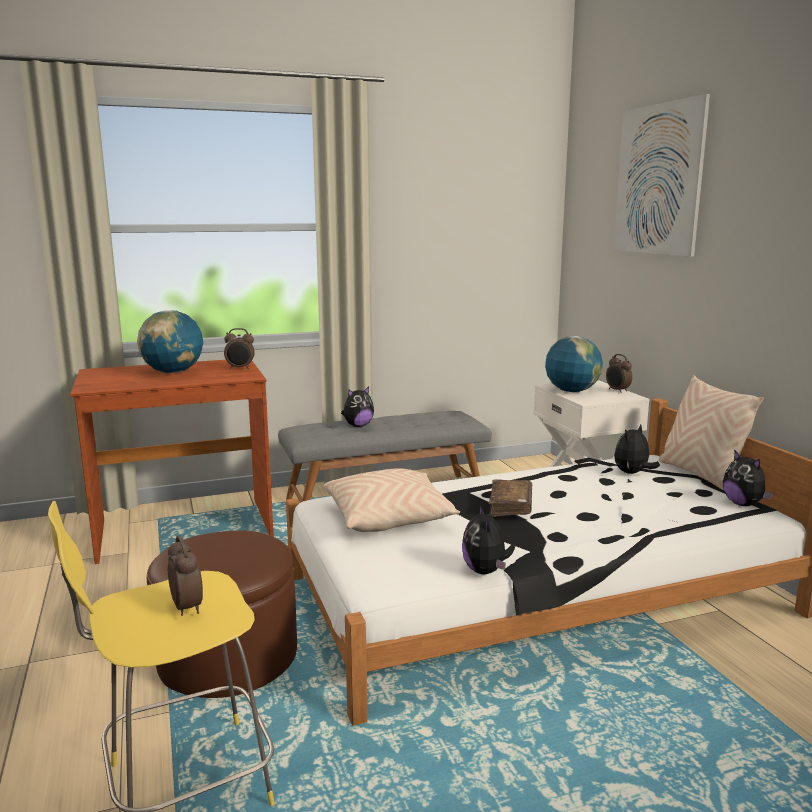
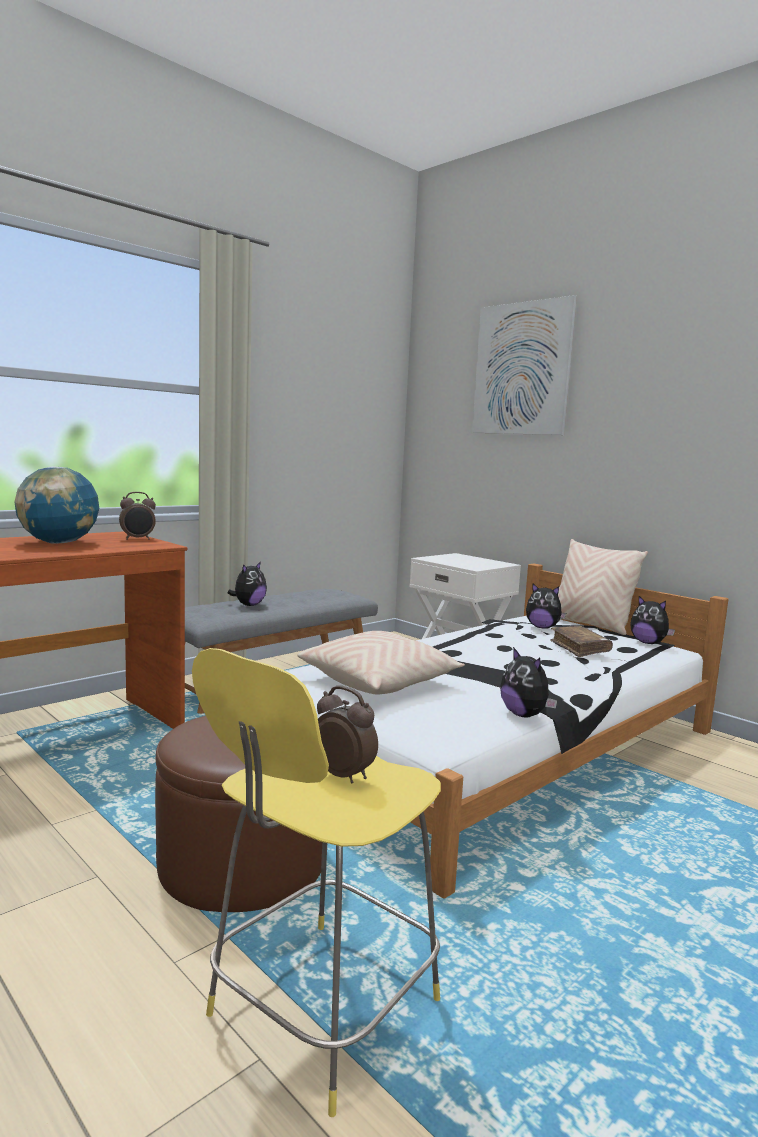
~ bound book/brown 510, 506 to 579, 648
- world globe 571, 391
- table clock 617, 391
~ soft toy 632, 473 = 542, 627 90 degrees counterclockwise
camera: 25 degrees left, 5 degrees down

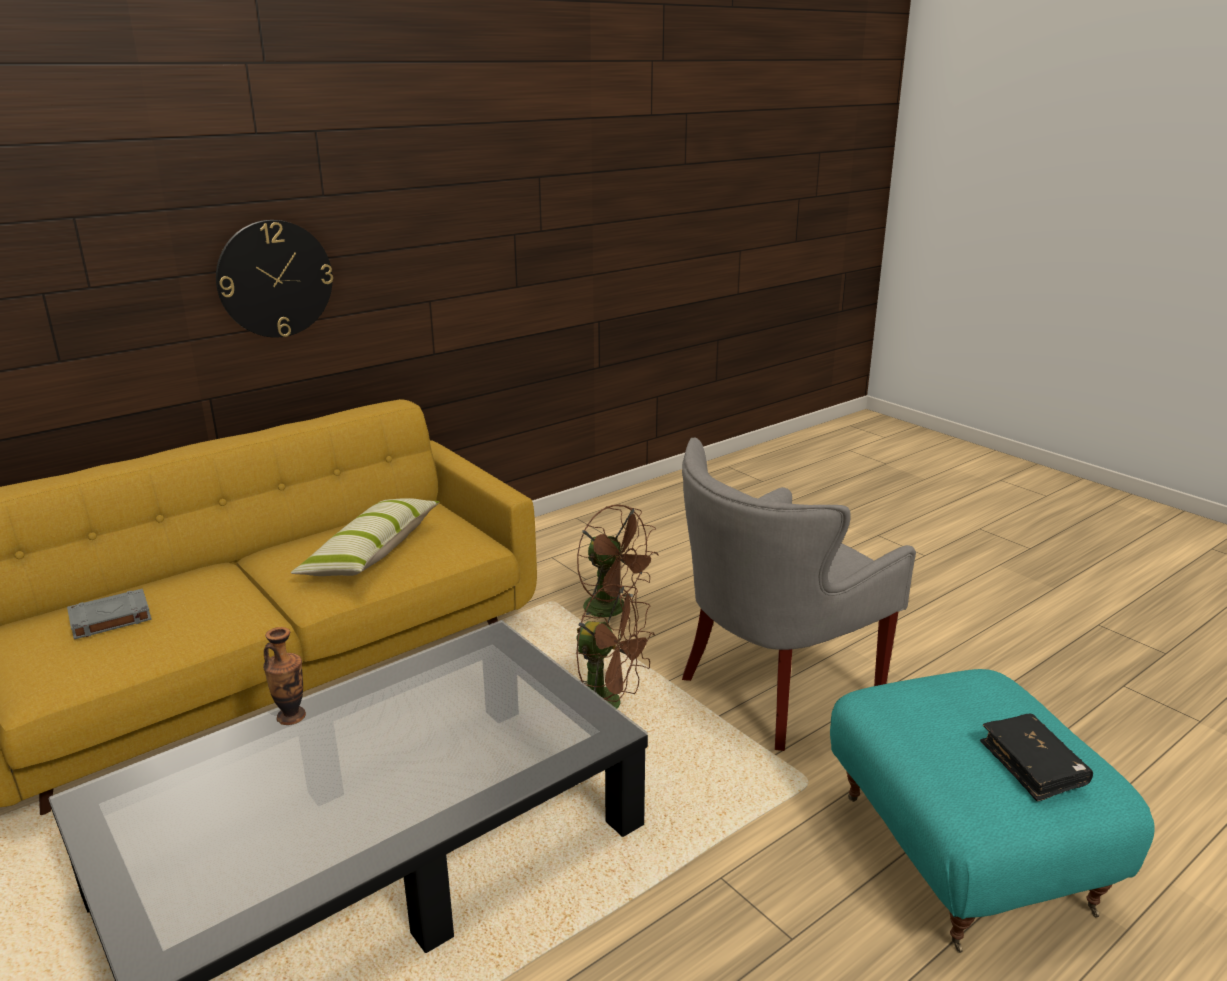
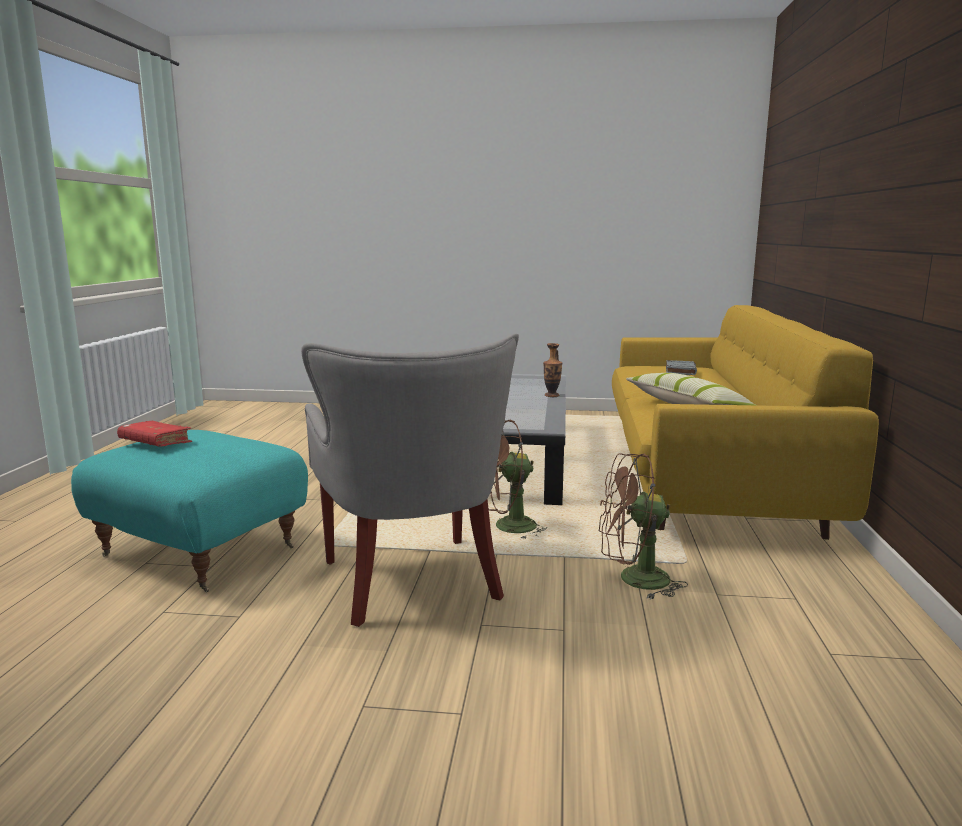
- clock on the wall 275, 279
~ easy chair/grey 774, 689 = 411, 583 150 degrees clockwise
~ bound book/black 1032, 765 to bound book/reddish 155, 443
camera: 135 degrees right, 10 degrees down

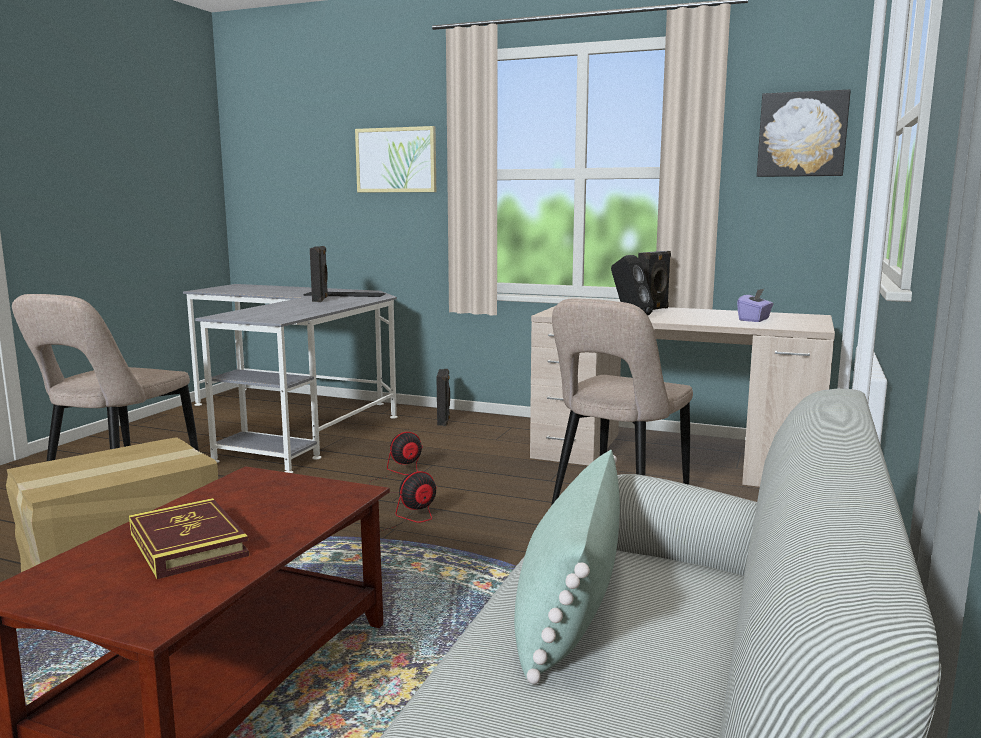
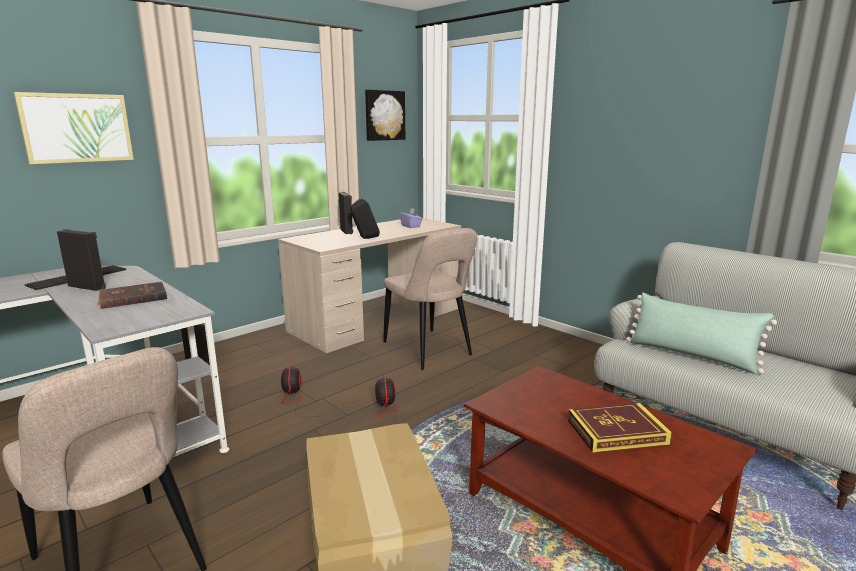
+ bound book/brown 132, 297
camera: 65 degrees left, 5 degrees up

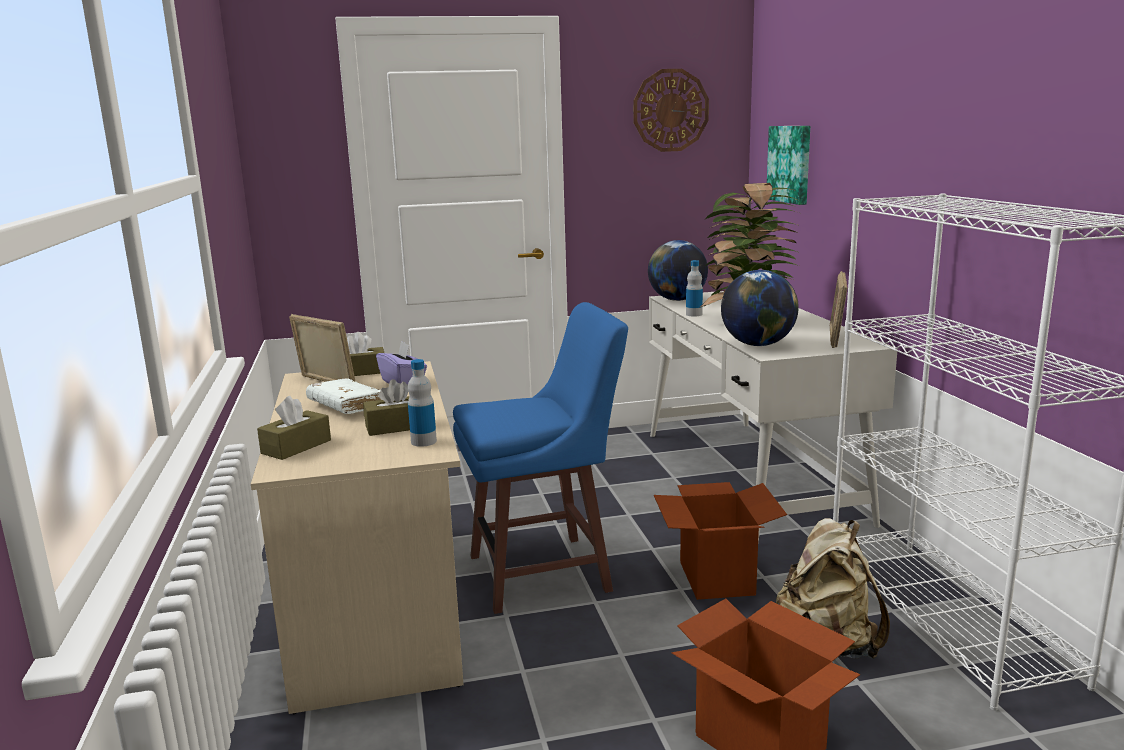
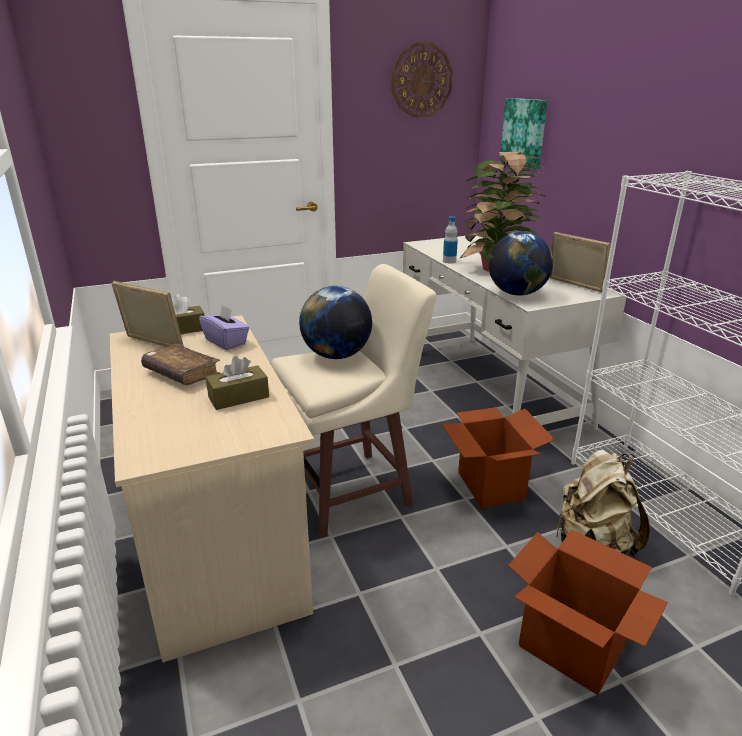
- tissue box/brown 296, 447
~ bound book/whitish 346, 407 to bound book/brown 182, 374
- bottle 423, 441
~ stool seat/blue-coloured 544, 573 to stool seat/beige-coloured 352, 491
~ world globe 677, 300 to 336, 355
~ photo frame 836, 338 = 574, 286 135 degrees clockwise
camera: 10 degrees left, 10 degrees up

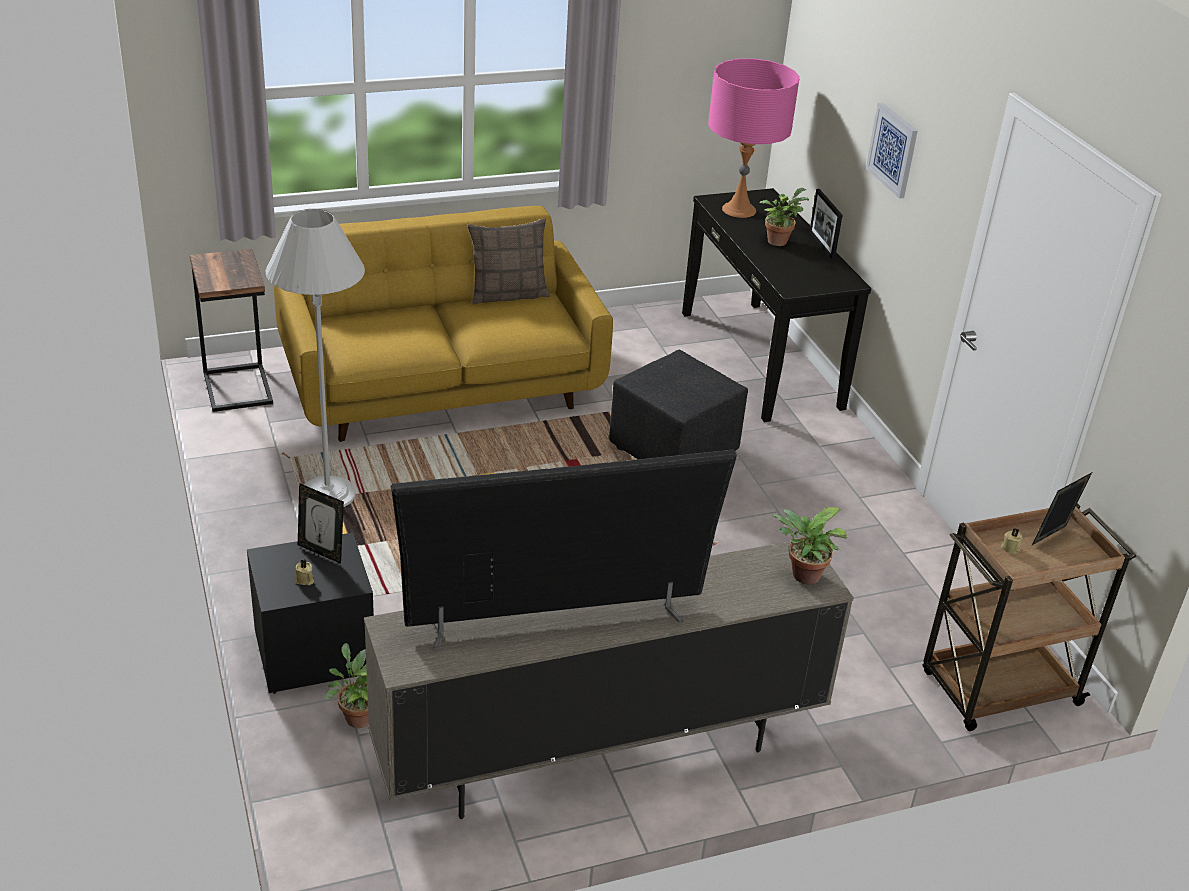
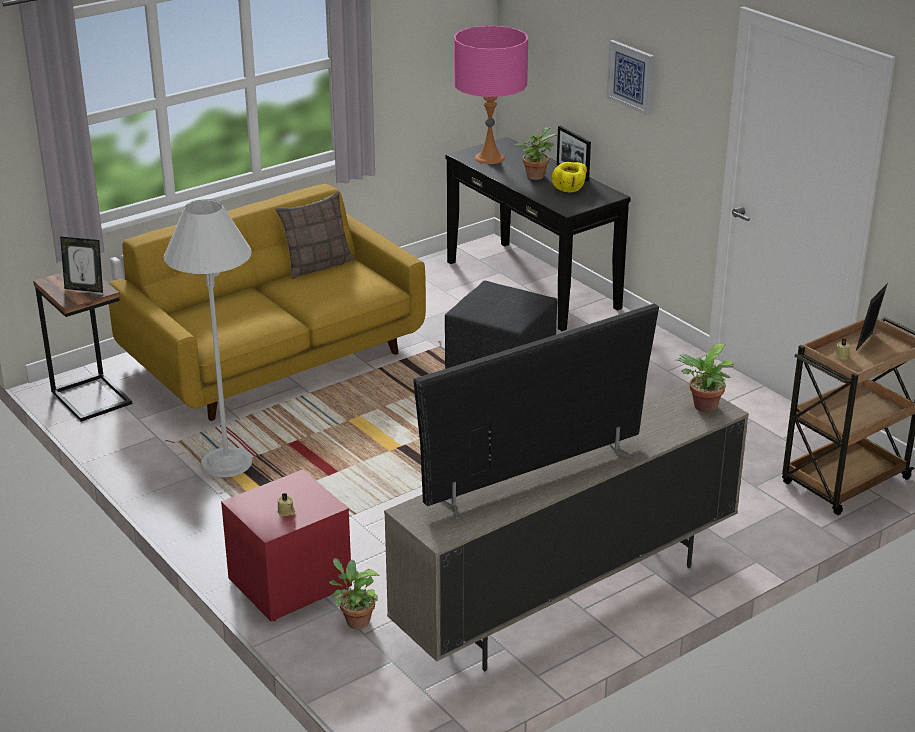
~ bedside table/black 314, 652 to bedside table/reddish 289, 583
~ photo frame 321, 551 to 85, 289
+ bowl/yellow 570, 189
camera: 15 degrees left, 5 degrees down

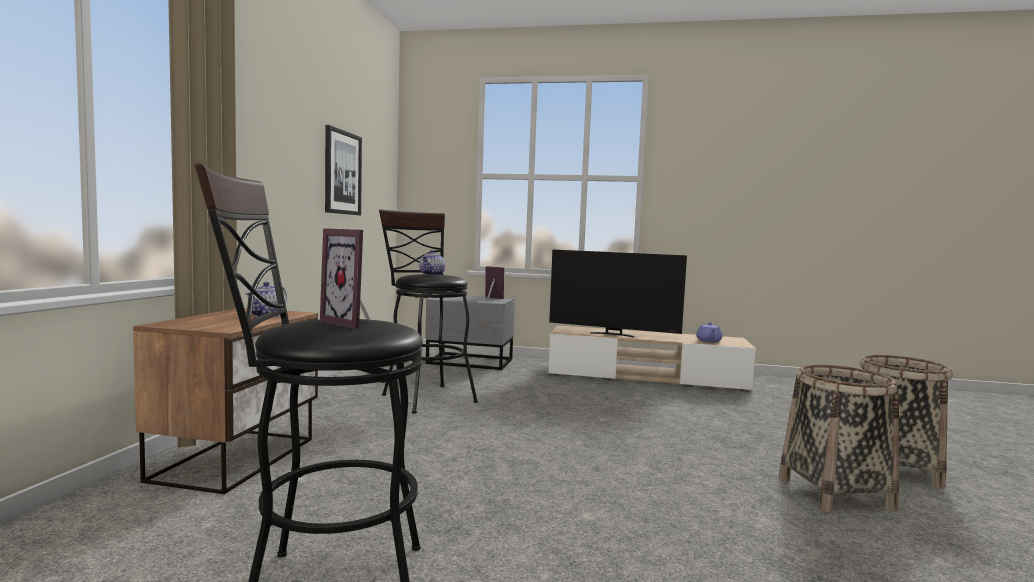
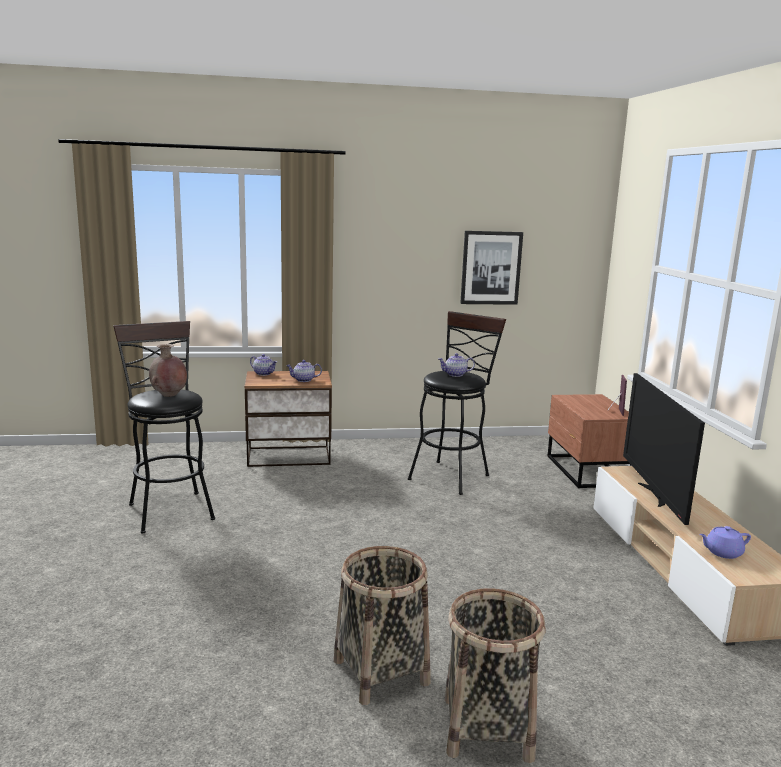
~ photo frame 353, 323 to flower vase/brown 169, 395
~ bedside table/grey 470, 362 to bedside table/brown 585, 471
+ pot for tea 264, 373
camera: 70 degrees right, 10 degrees up

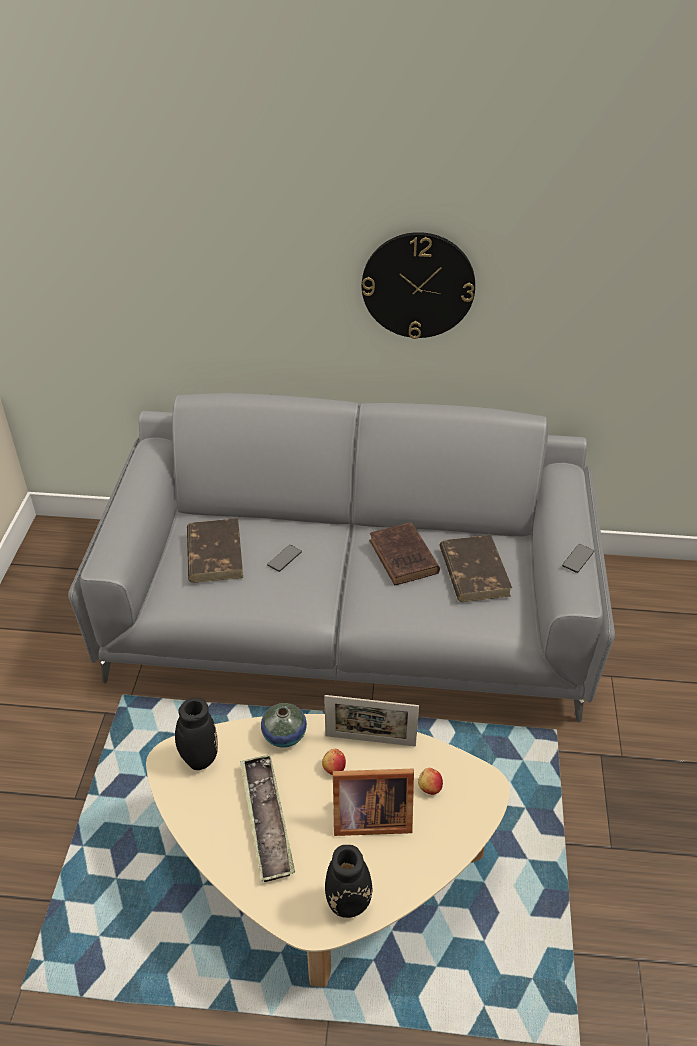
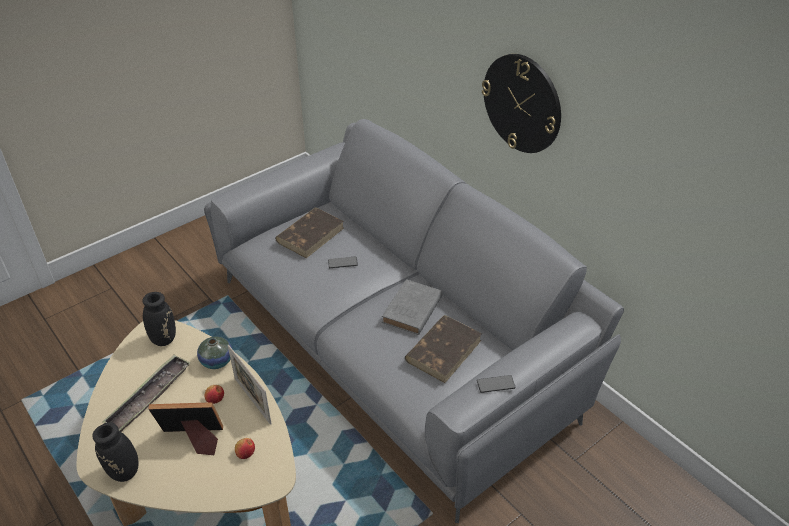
~ photo frame 368, 817 = 194, 439 135 degrees clockwise
~ bound book/brown 404, 558 to bound book/grey 411, 311
camera: 45 degrees right, 0 degrees up

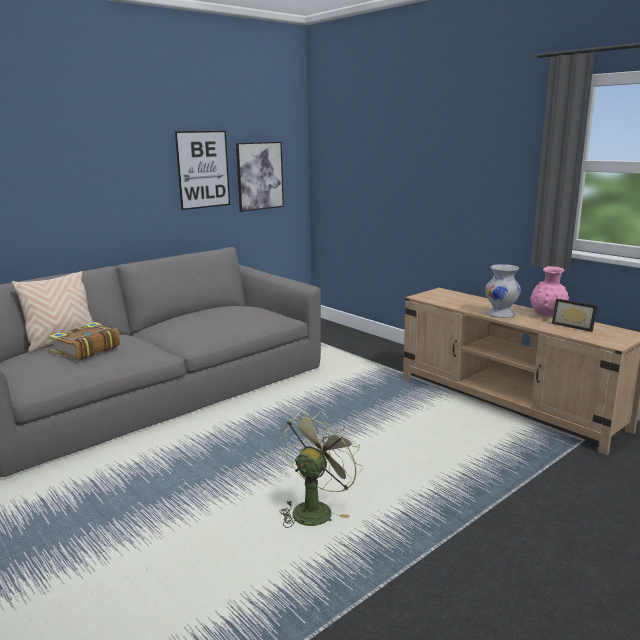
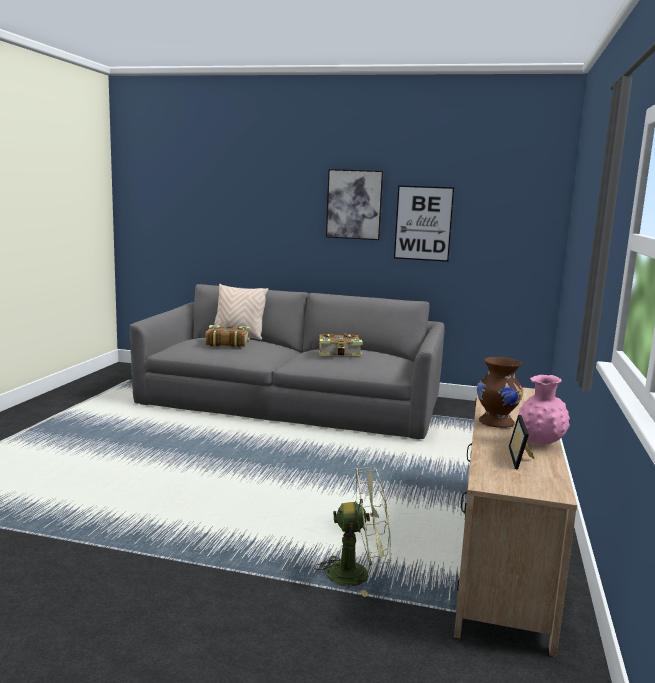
~ wall art 259, 176 to 354, 204
~ electric fan/greenish 315, 509 to 357, 574
~ flower vase/whitish 501, 314 to flower vase/brown 496, 423
+ bound book 340, 353
camera: 55 degrees right, 5 degrees down

